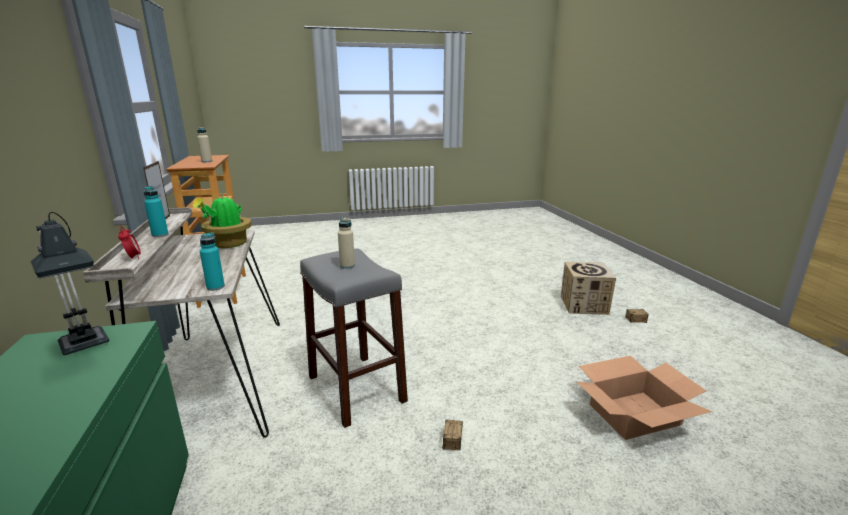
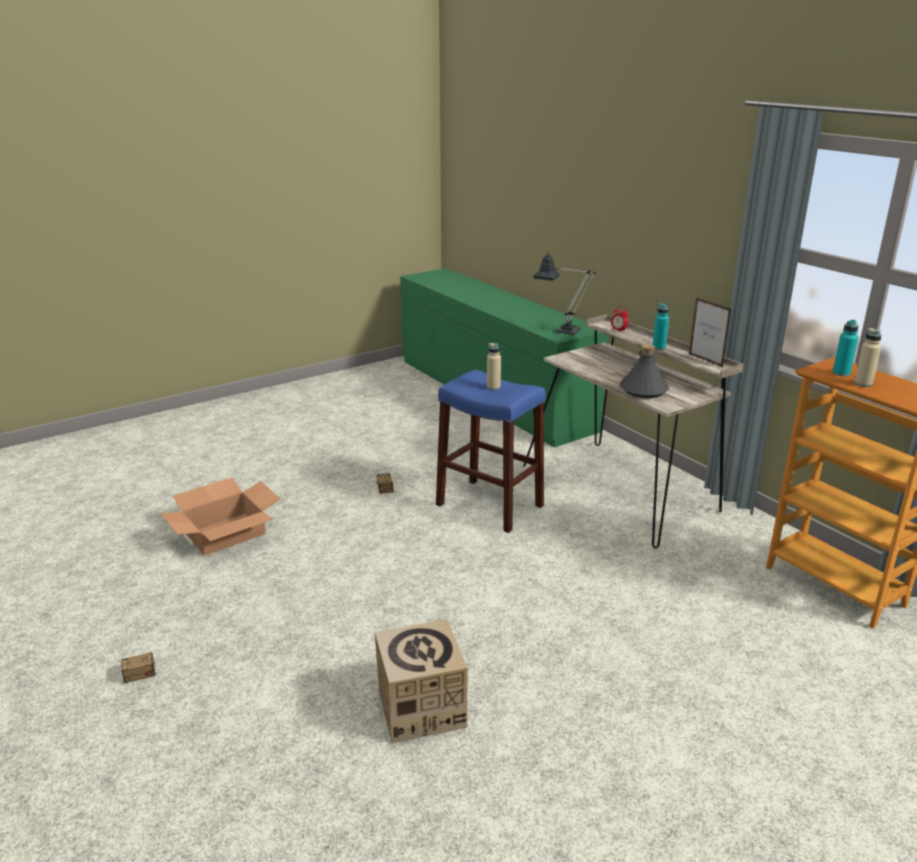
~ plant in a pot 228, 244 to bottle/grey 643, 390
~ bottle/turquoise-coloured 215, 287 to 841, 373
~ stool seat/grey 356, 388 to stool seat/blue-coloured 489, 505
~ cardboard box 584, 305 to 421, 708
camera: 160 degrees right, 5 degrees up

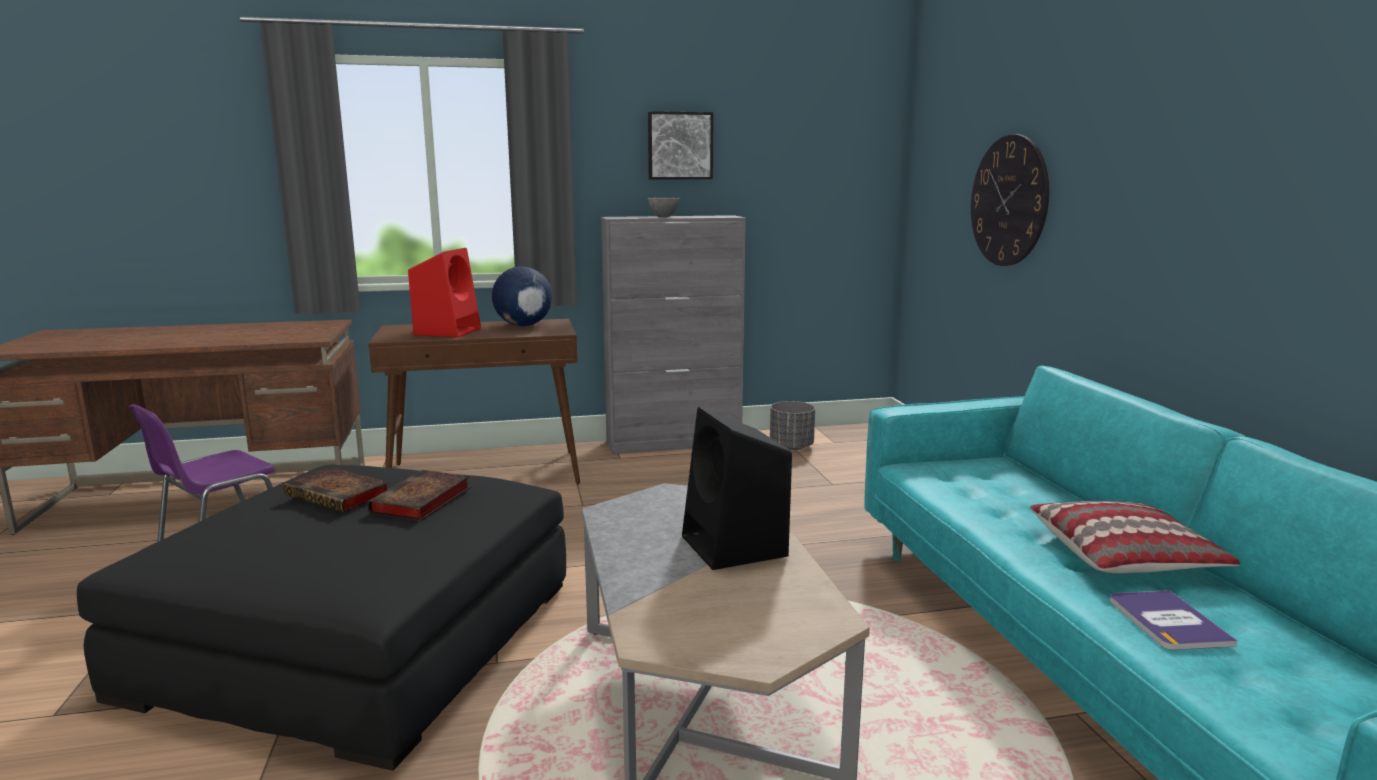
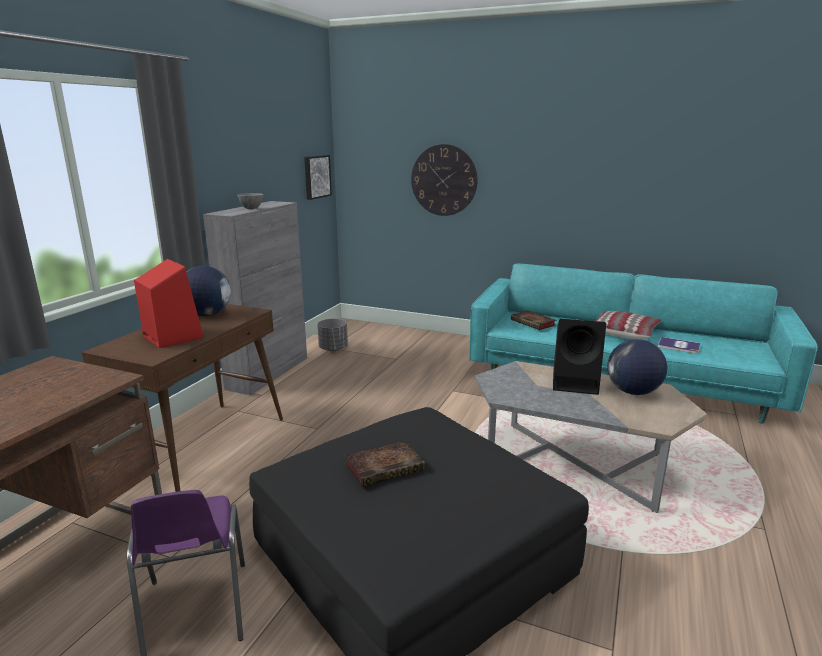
~ bound book 421, 502 to 534, 323
~ wall art 679, 146 to 316, 176
+ world globe 633, 392
camera: 55 degrees left, 5 degrees up

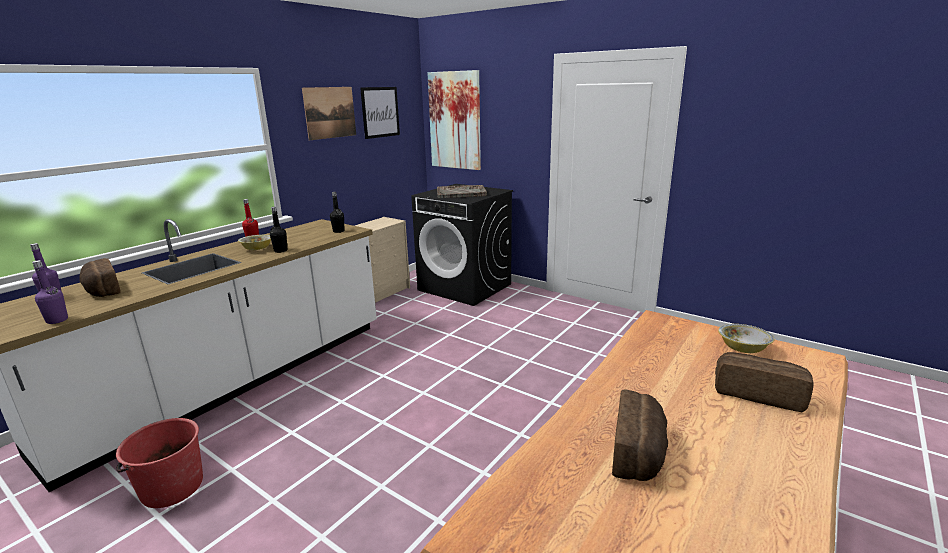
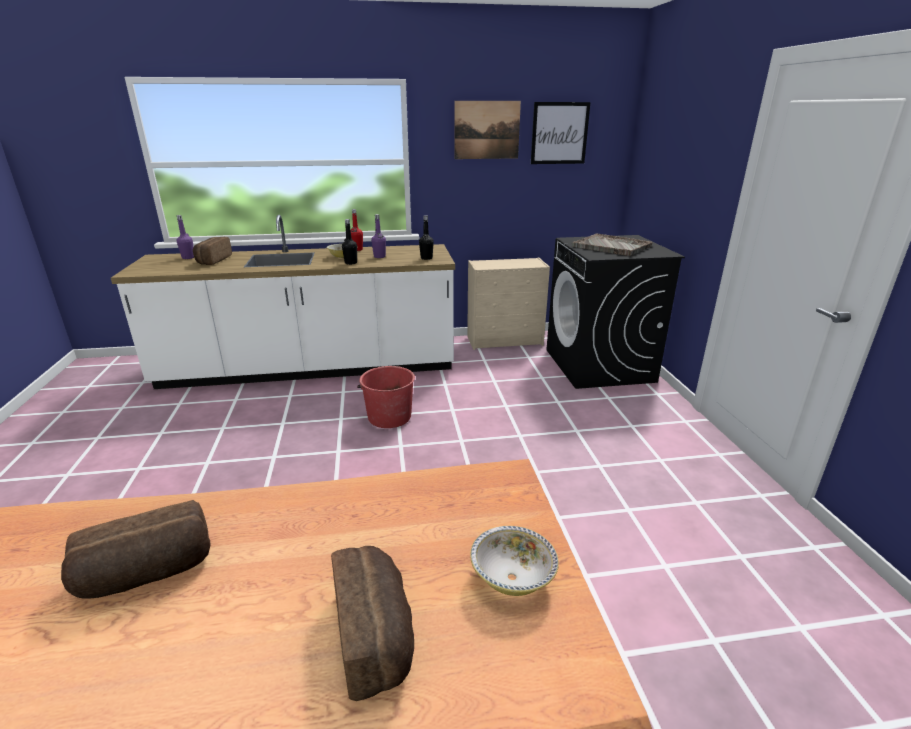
~ bottle/purple 57, 320 to 379, 256
~ water bucket/reddish 171, 487 to 389, 417
- wall art 455, 121
camera: 45 degrees right, 5 degrees up

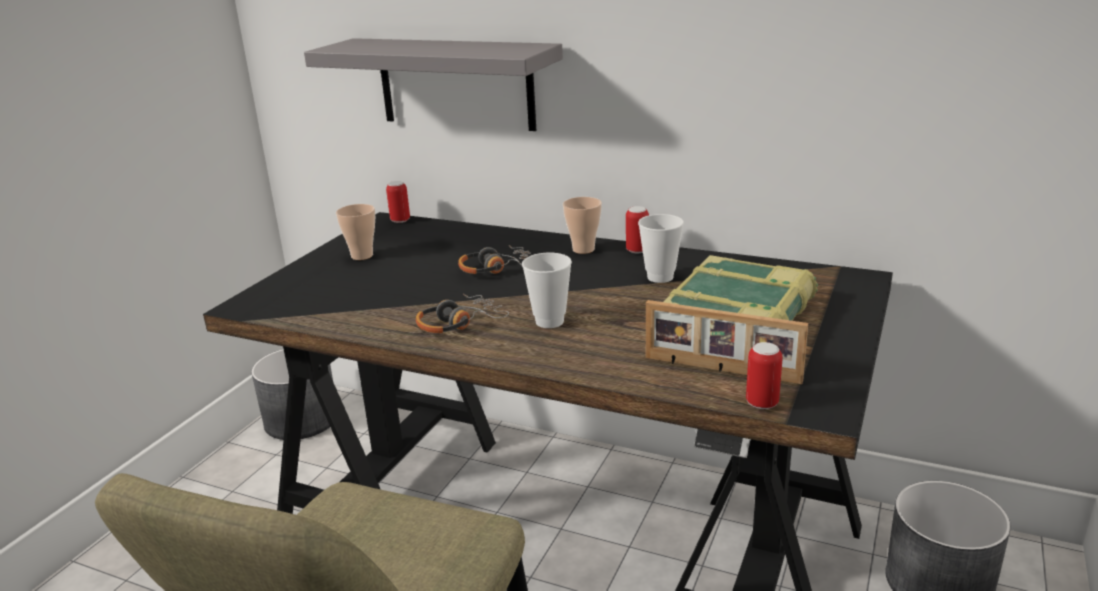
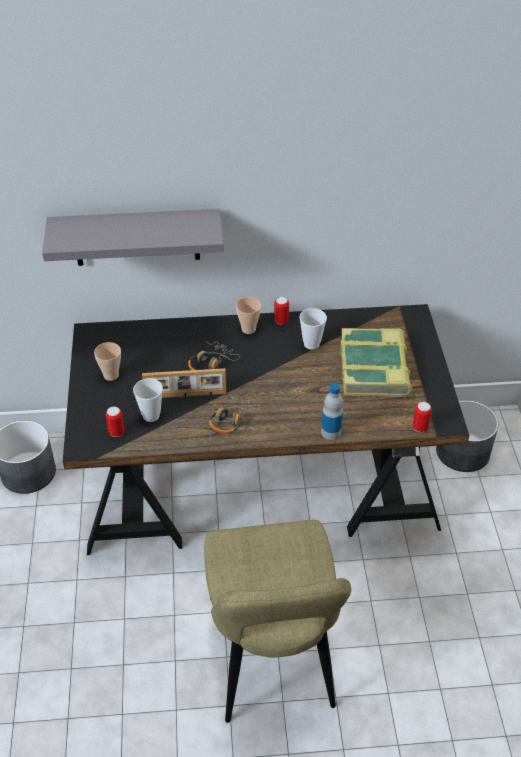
~ metal can 400, 220 to 116, 432
~ cup 549, 321 to 151, 415
~ photo frame 721, 370 to 185, 396
+ bottle 331, 432
camera: 30 degrees left, 20 degrees up

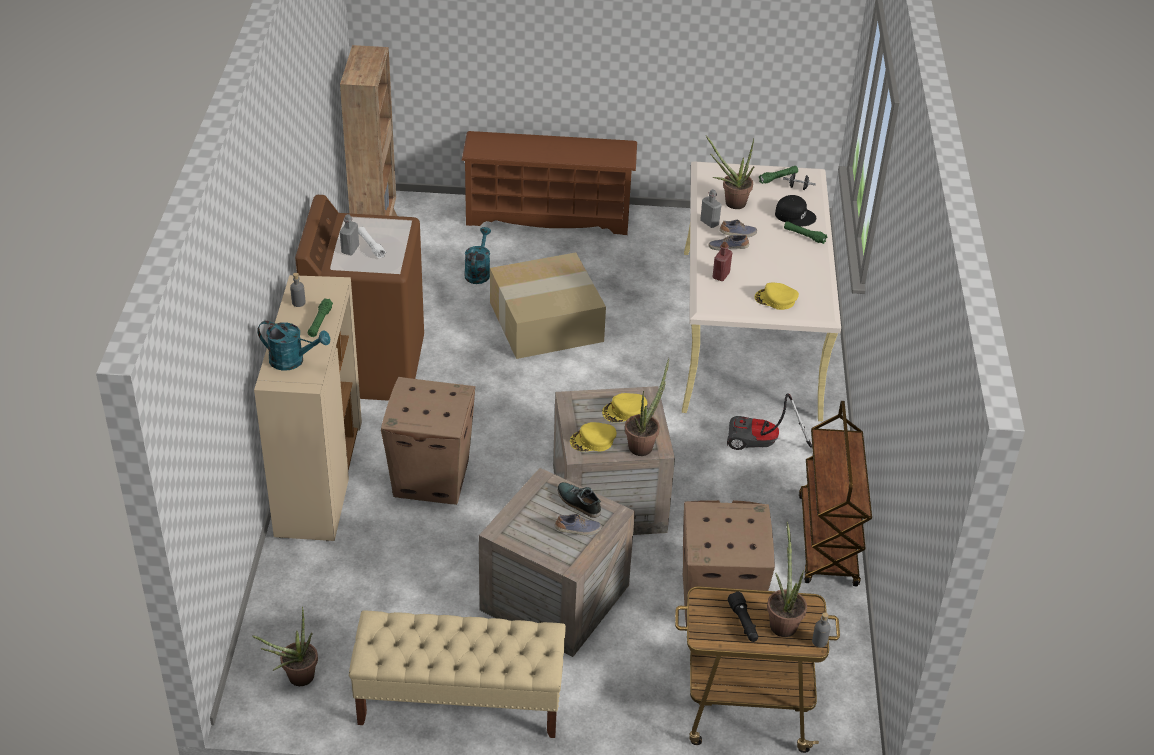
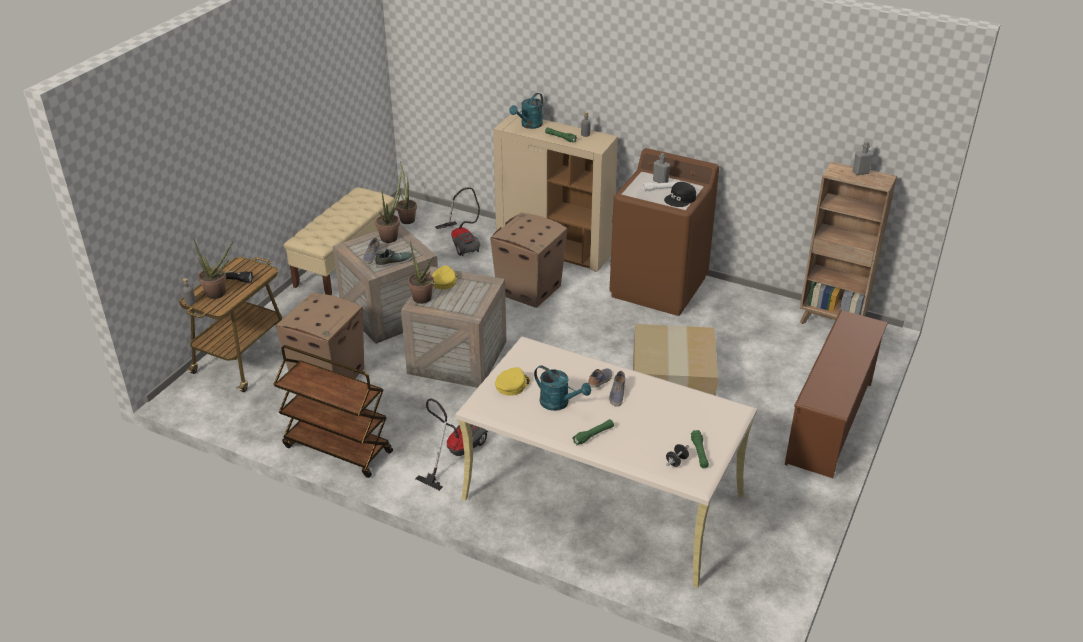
~ sprinkling can/turquoise-coloured 478, 272 to 559, 403
- baseball cap/yellow 624, 411
~ bottle/grey 709, 222 to 860, 172
~ plant in a pot 730, 202 to 391, 236
- bottle/reddish 721, 275
~ baseball cap/black 795, 215 to 680, 199
+ vacuum 462, 242
camera: 115 degrees right, 5 degrees down

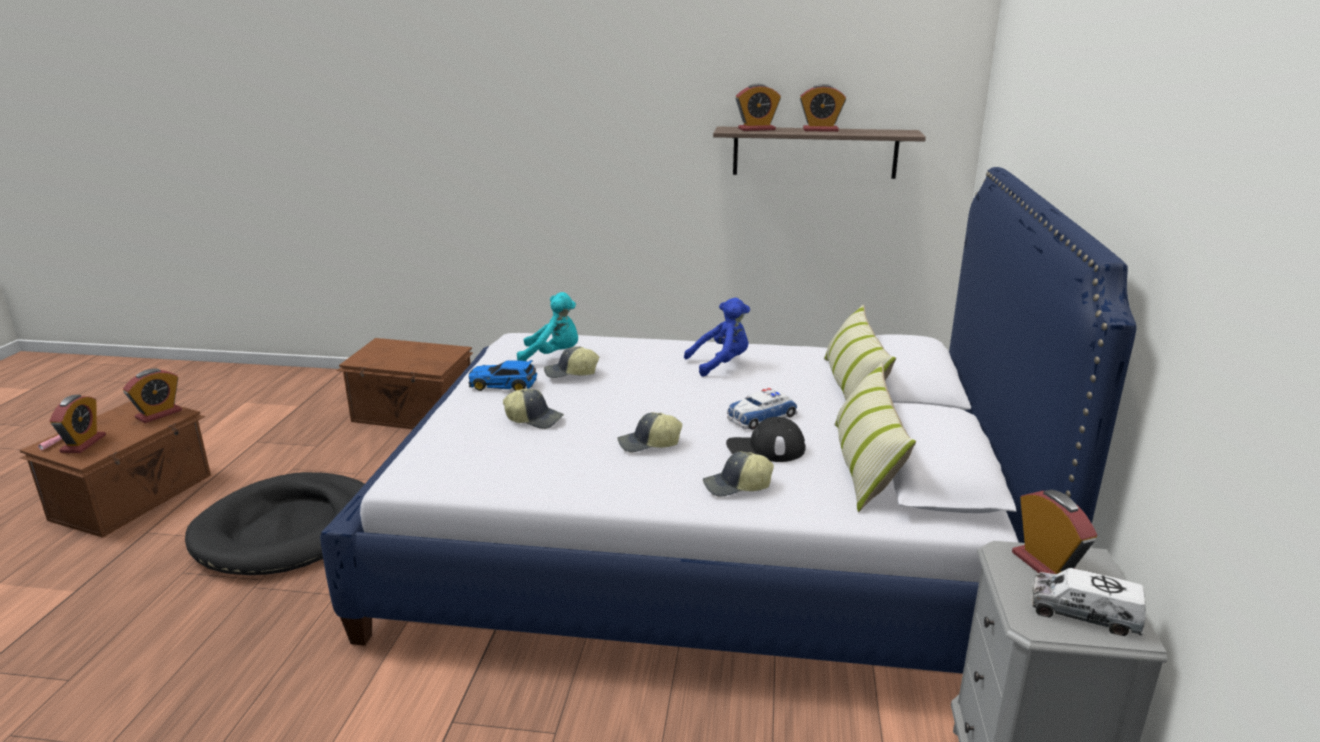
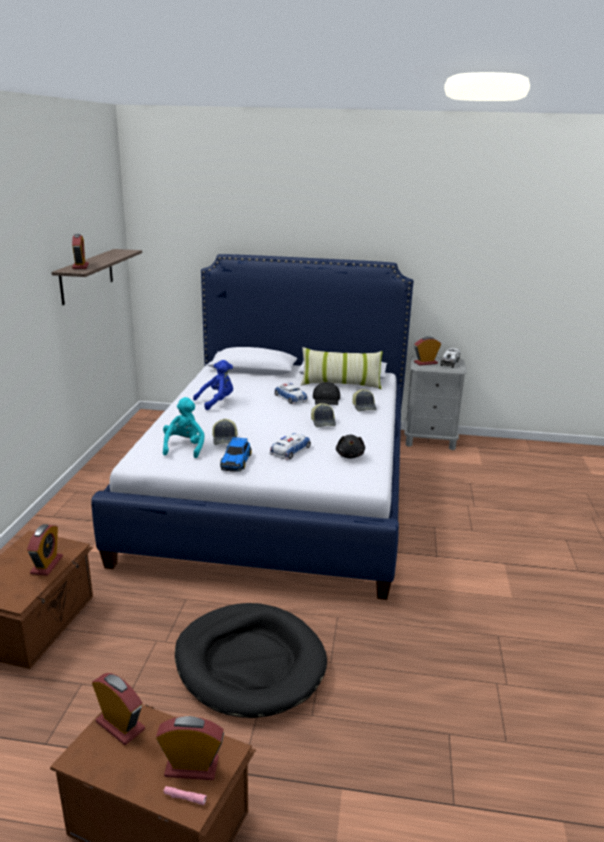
~ baseball cap 534, 419 to miniature car 290, 450
~ soft toy/blue-coloured 721, 364 = 217, 402 75 degrees clockwise
~ table clock 820, 130 to 47, 565
- cushion 852, 387
+ soft toy/black 350, 455
camera: 90 degrees left, 0 degrees up

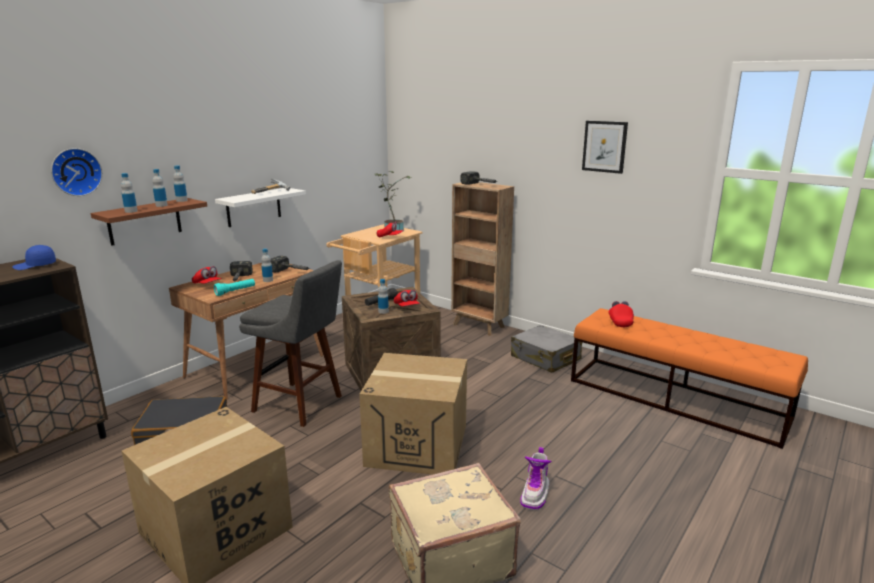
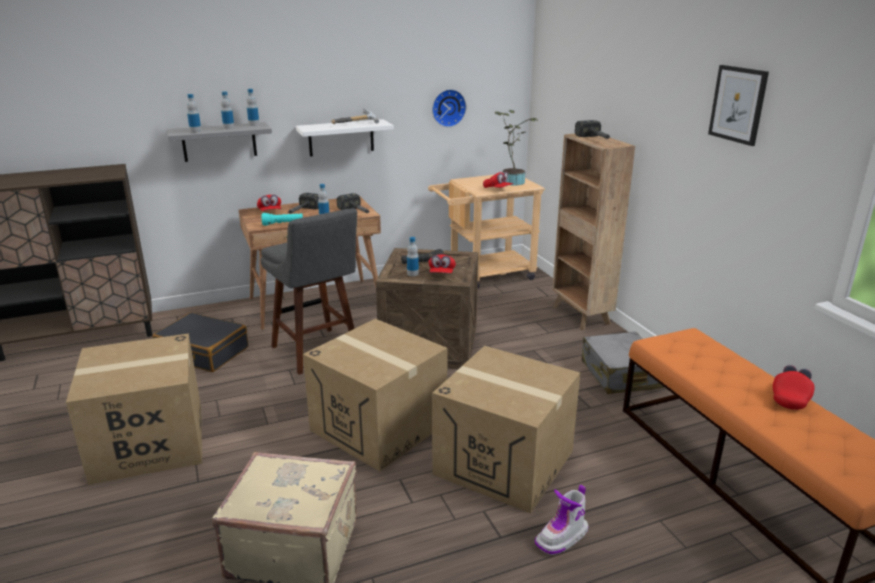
- baseball cap/blue-coloured 35, 266
~ clock on the wall 75, 172 to 448, 107
~ wall shelf/brown 144, 221 to wall shelf/grey 219, 142
~ boot 535, 494 to 562, 538
~ baseball cap/reddish 620, 322 to 790, 398
+ cardboard box 504, 462
camera: 30 degrees right, 5 degrees up

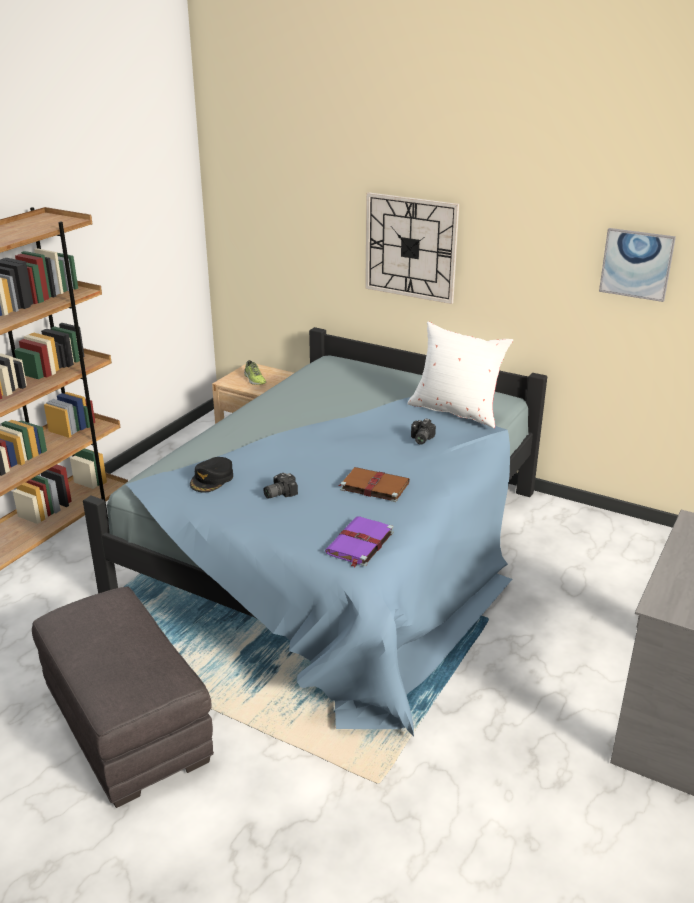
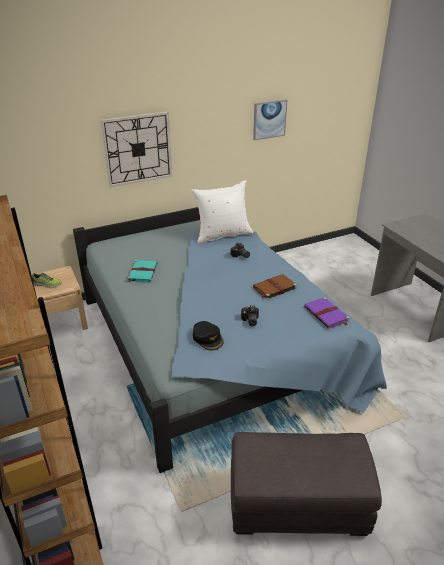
+ bound book/turquoise-coloured 143, 272
camera: 55 degrees left, 5 degrees up

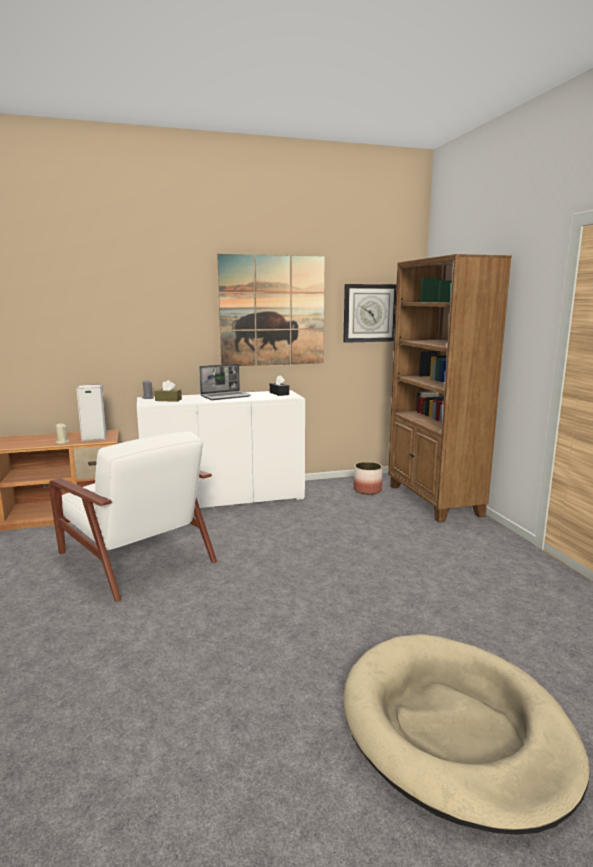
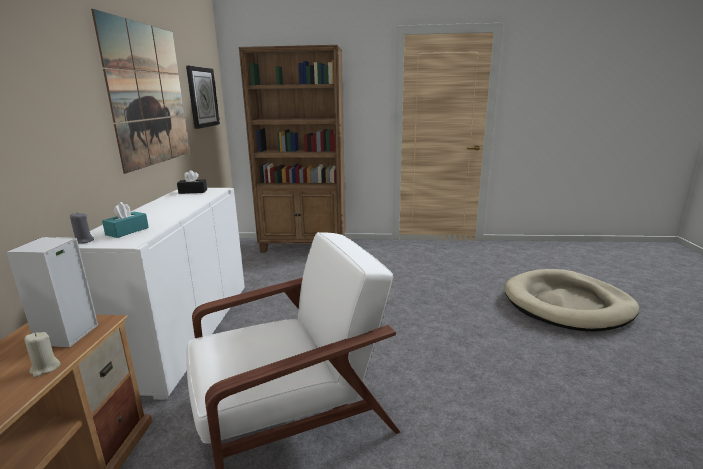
~ tissue box/brown 168, 400 to tissue box/turquoise-coloured 127, 231
- laptop 226, 396
- planter 367, 490
camera: 70 degrees left, 5 degrees up

